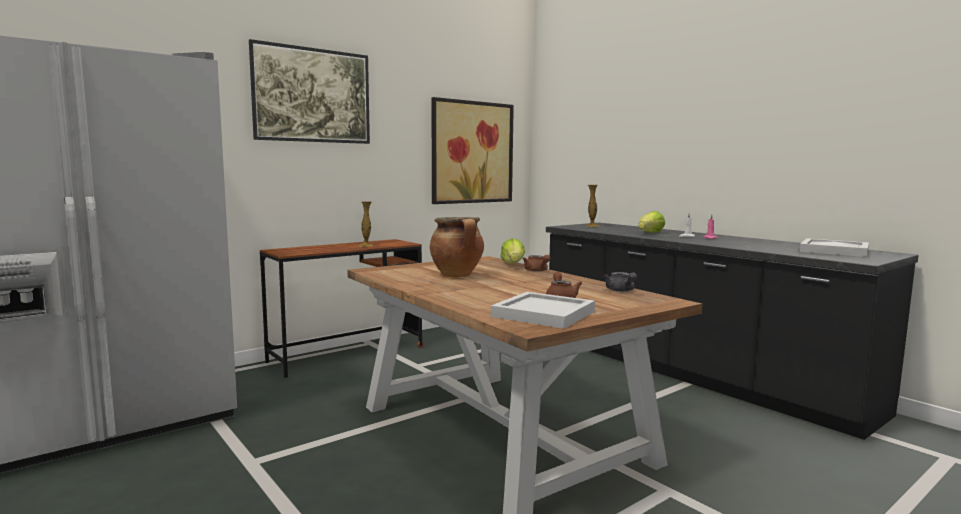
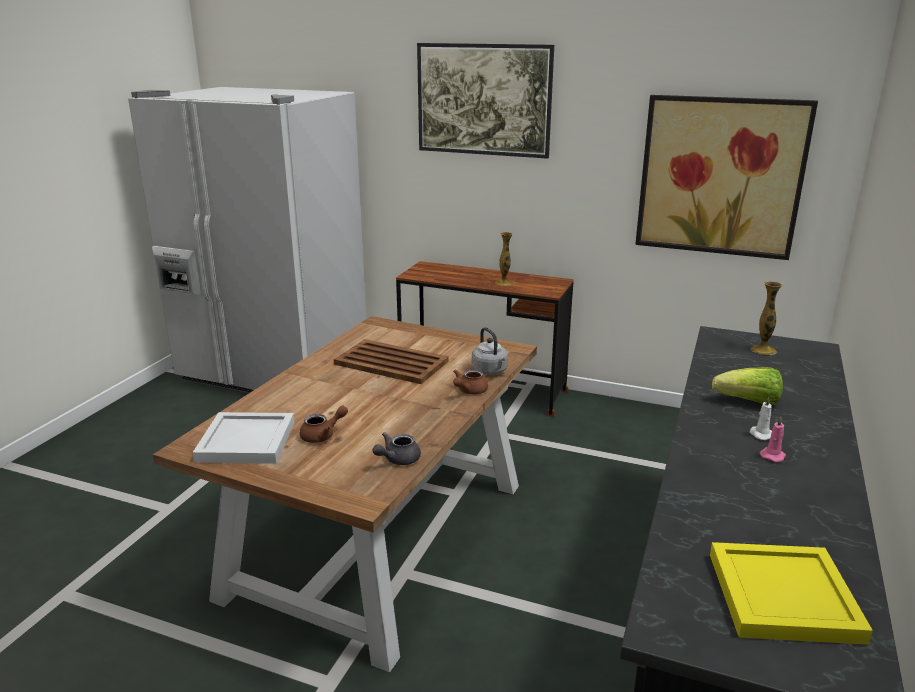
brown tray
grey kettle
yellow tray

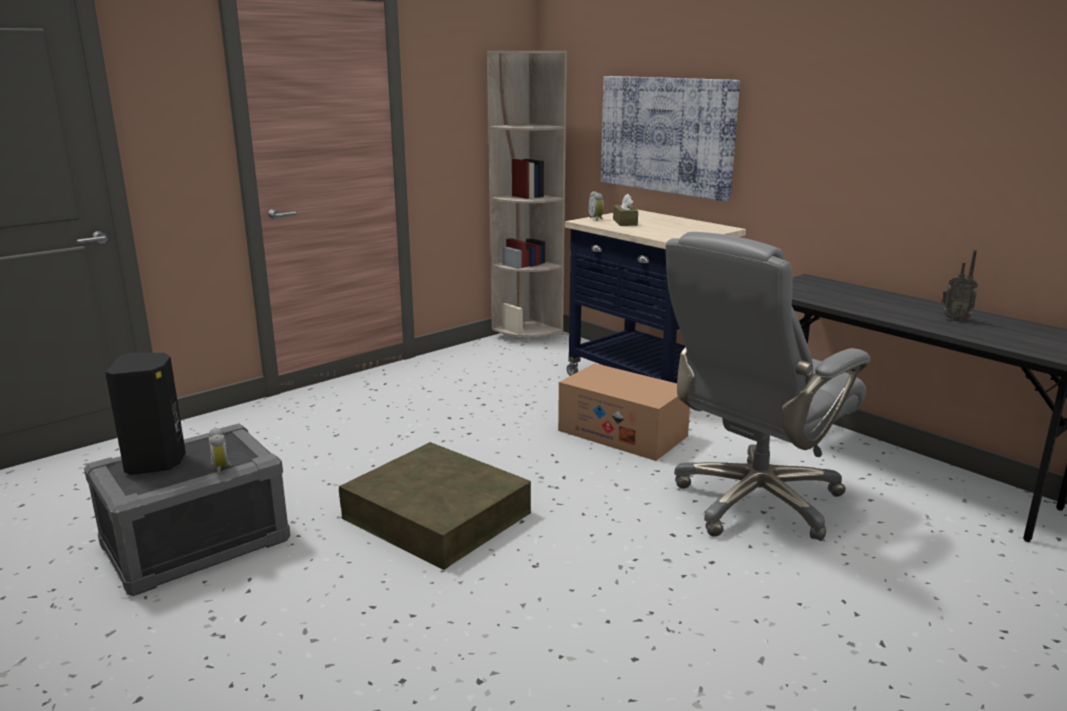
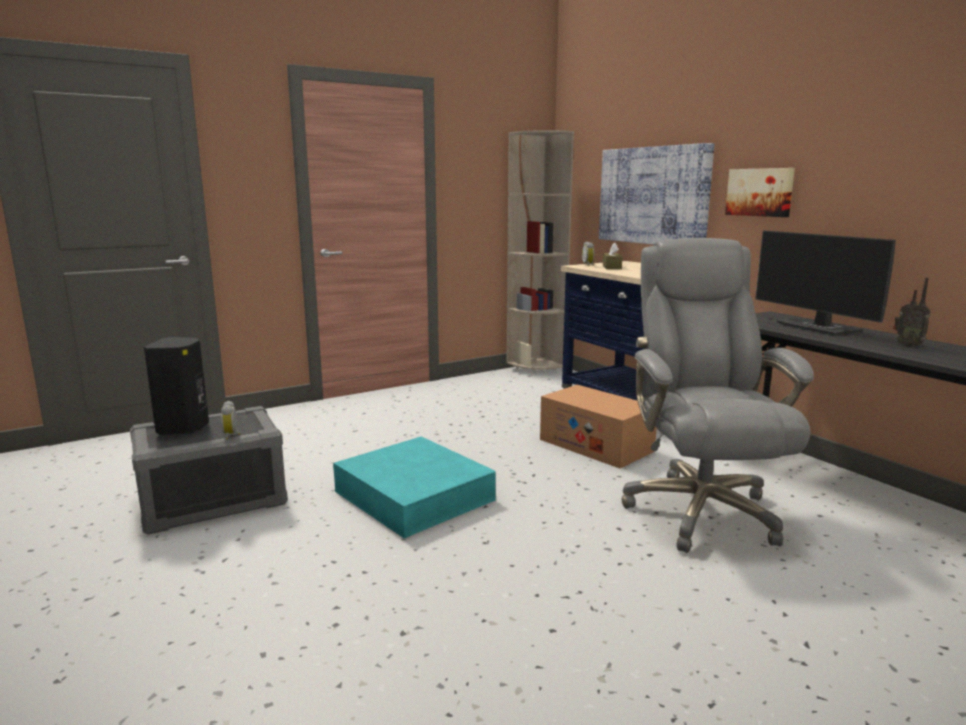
picture (no. 2 from left)
monitor
turquoise storage box
grey office chair

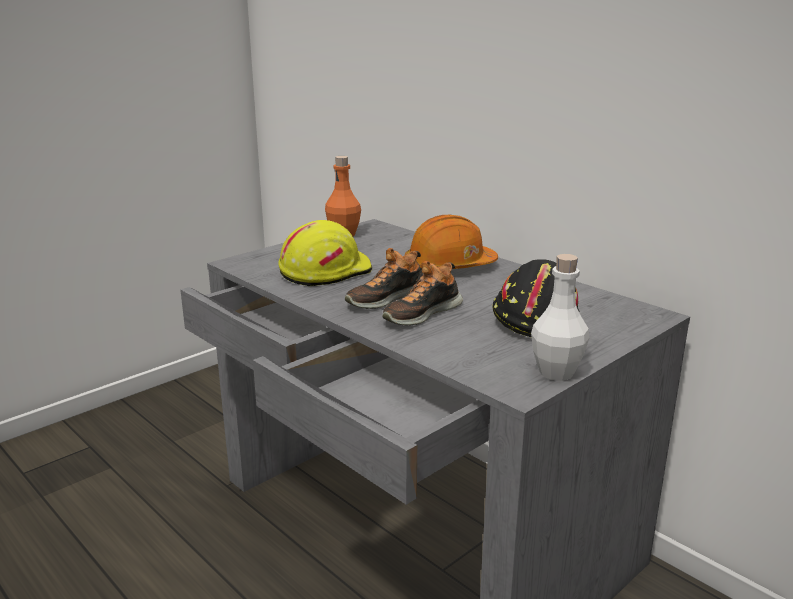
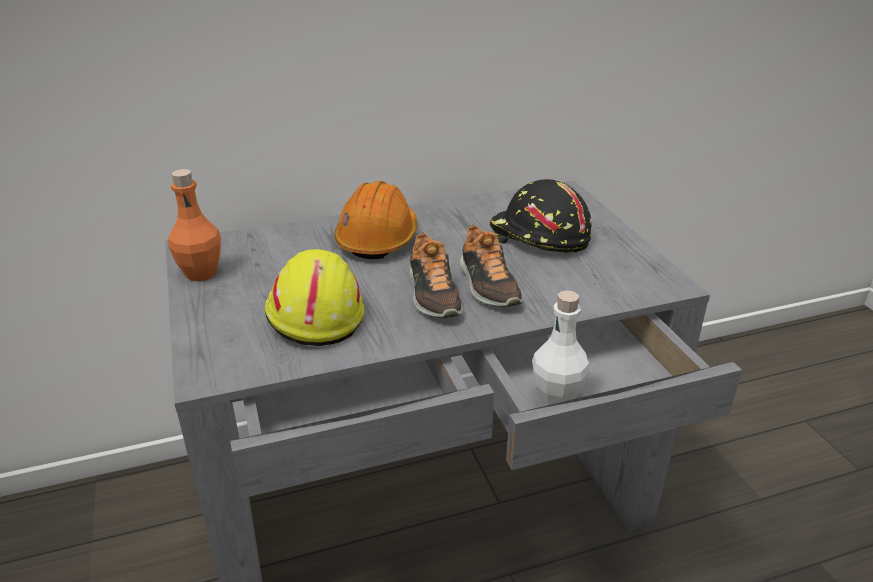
white bottle

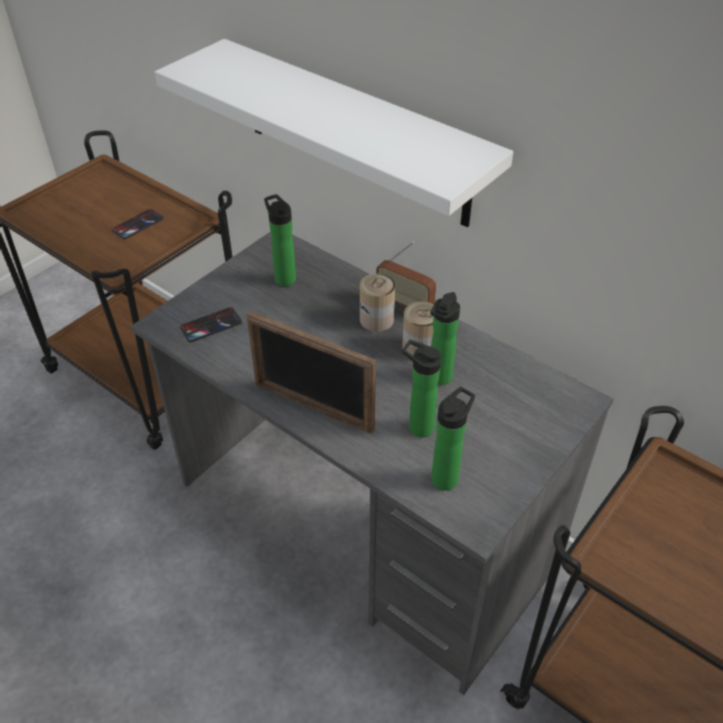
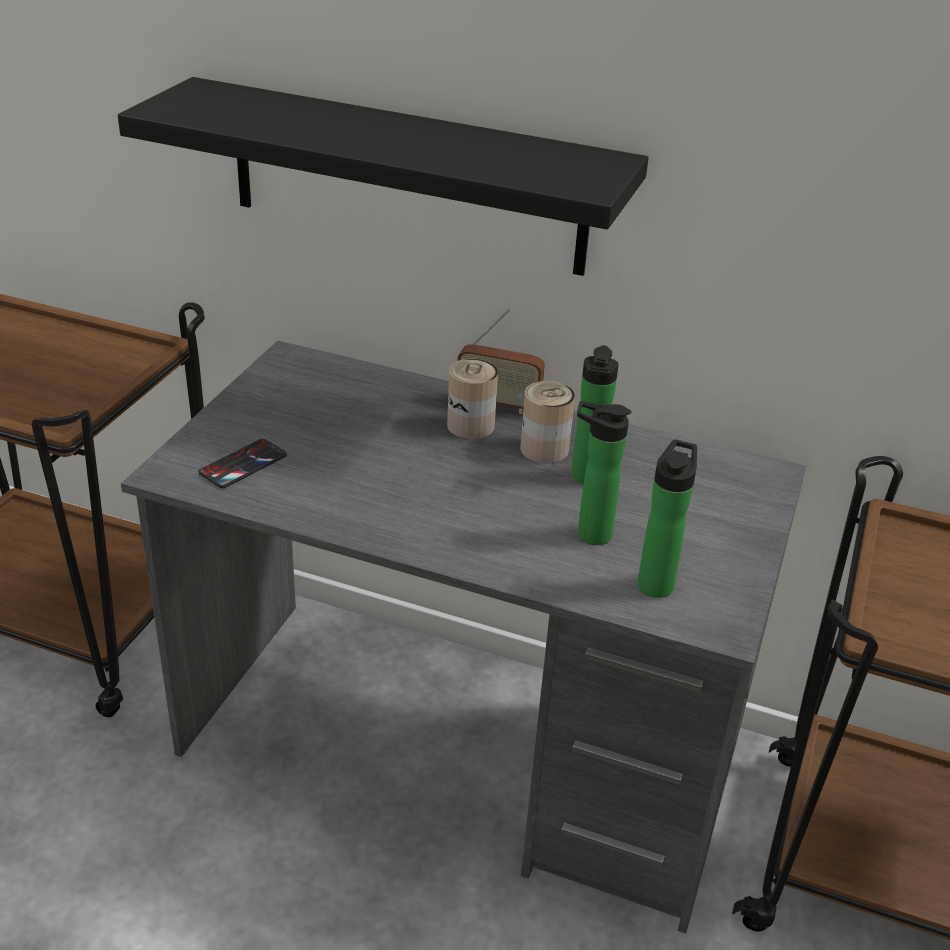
phone (no. 1 from left in the first image)
picture frame
bottle (no. 1 from left in the first image)
black shelf

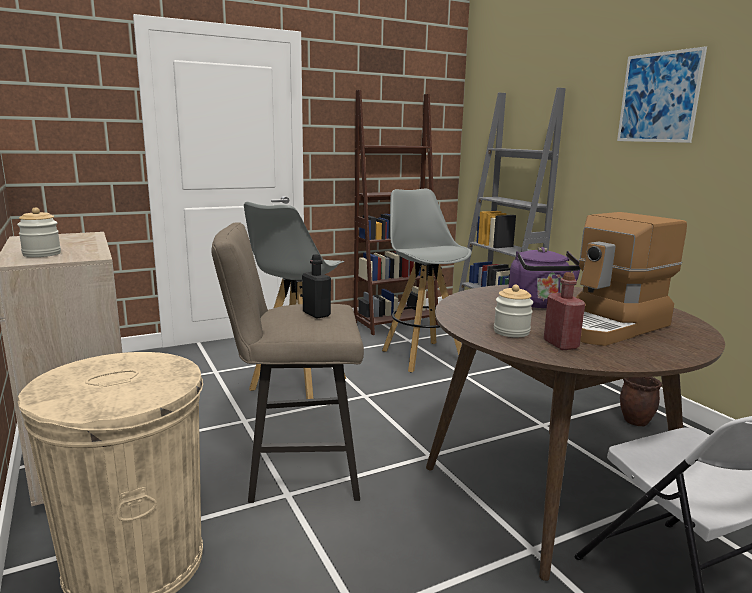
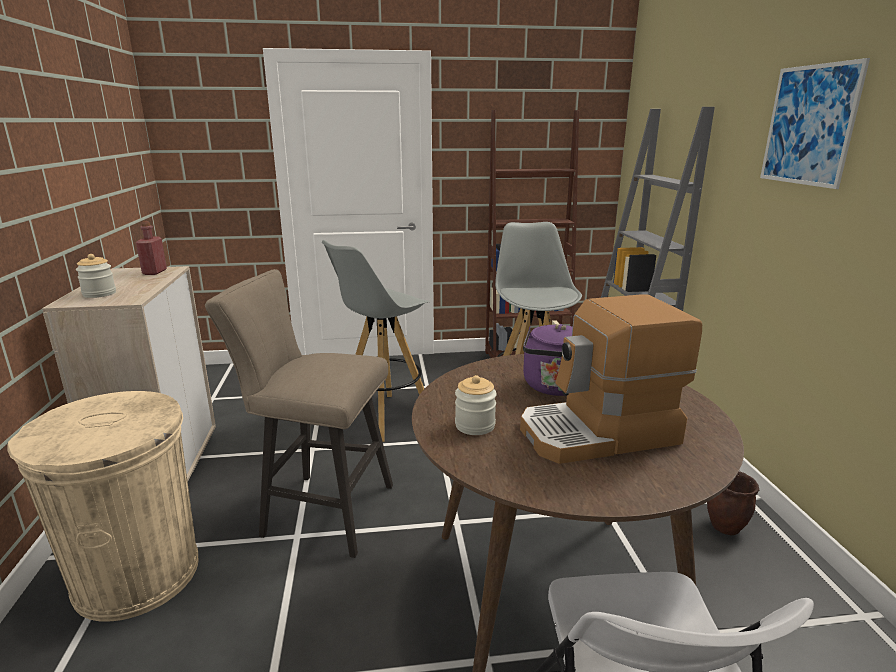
black bottle
red bottle

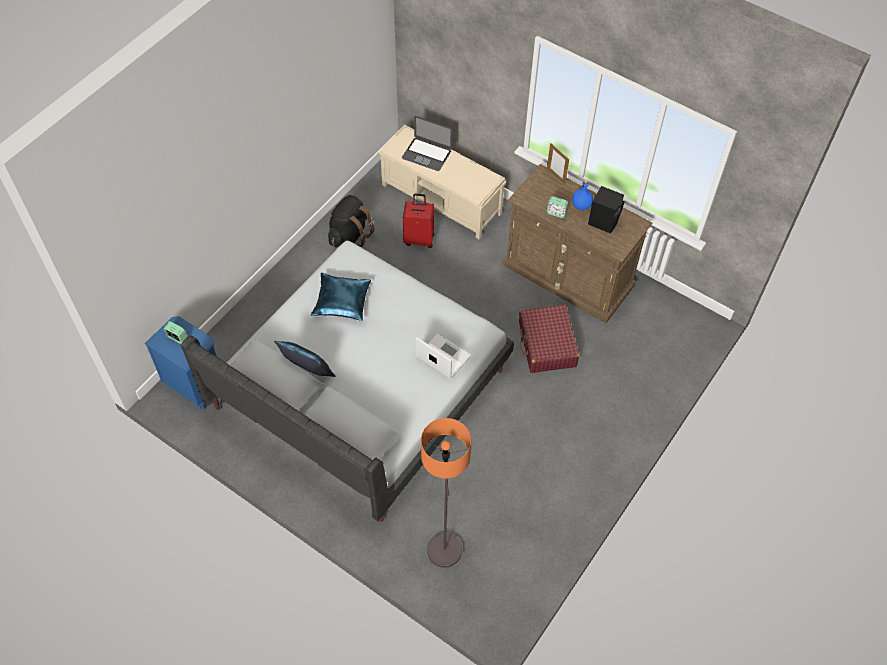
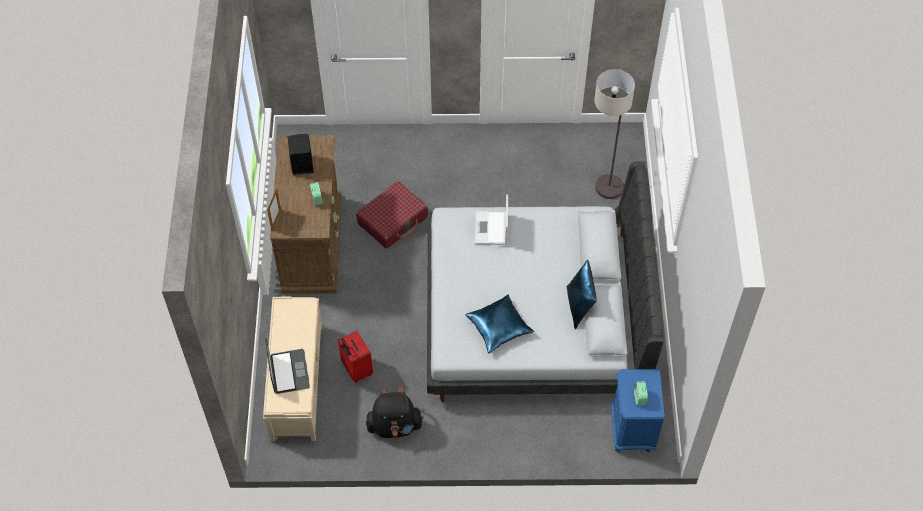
blue bottle
grey floor lamp

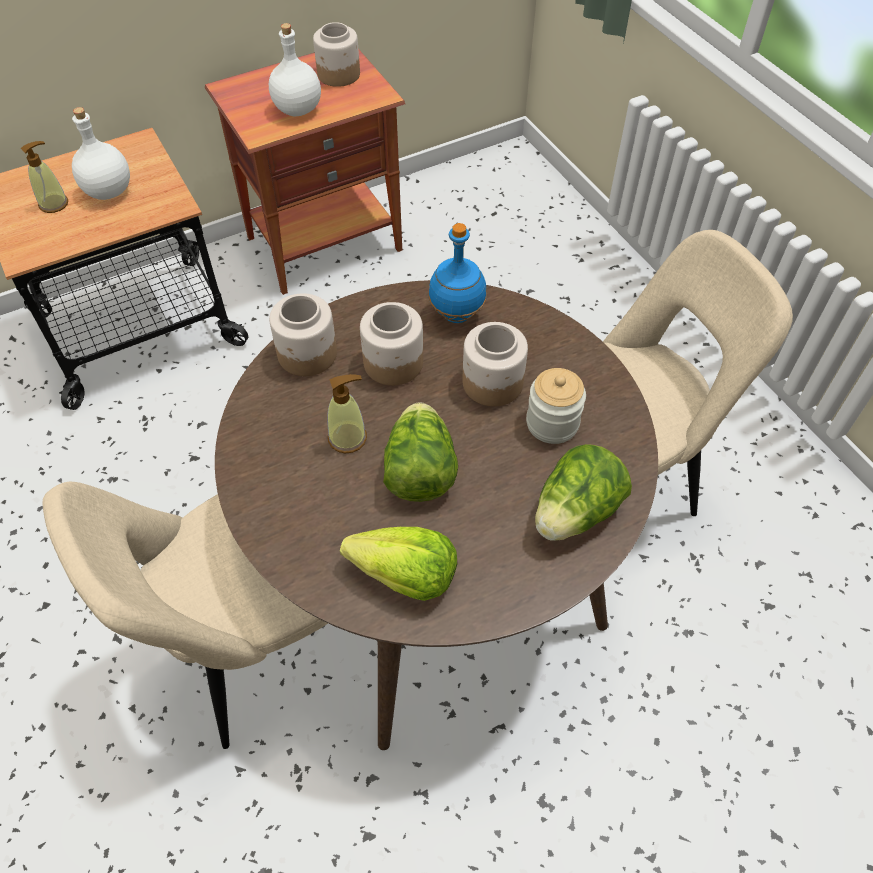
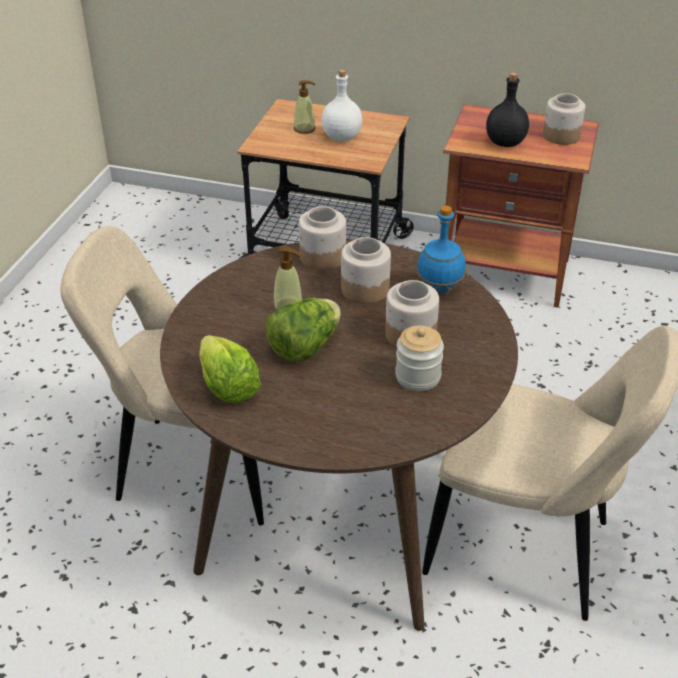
lettuce (no. 3 from left in the first image)
black bottle

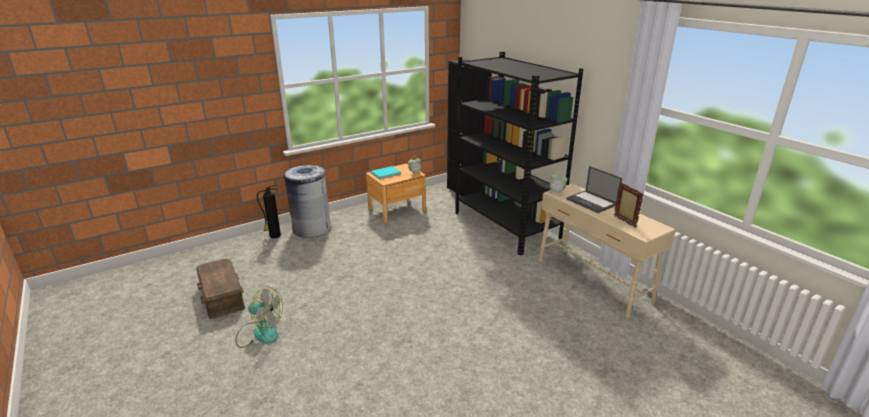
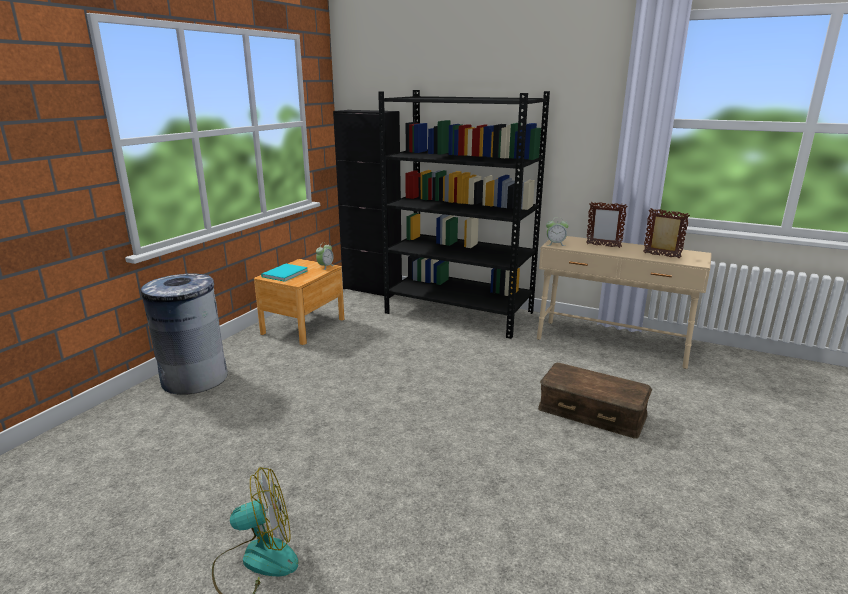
fire extinguisher
brown storage box
picture frame (no. 1 from left)

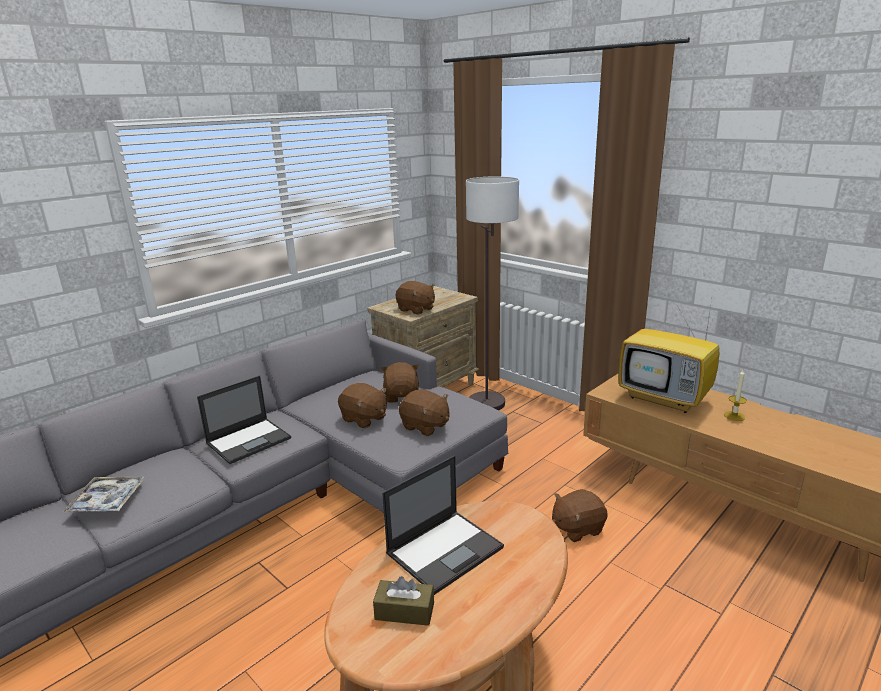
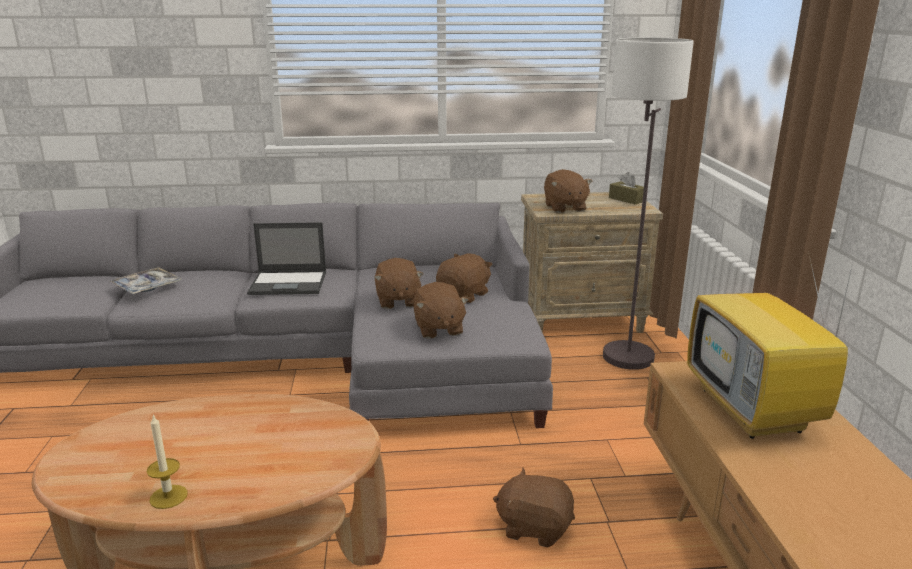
laptop (no. 2 from left in the first image)
brown tissue box
candle

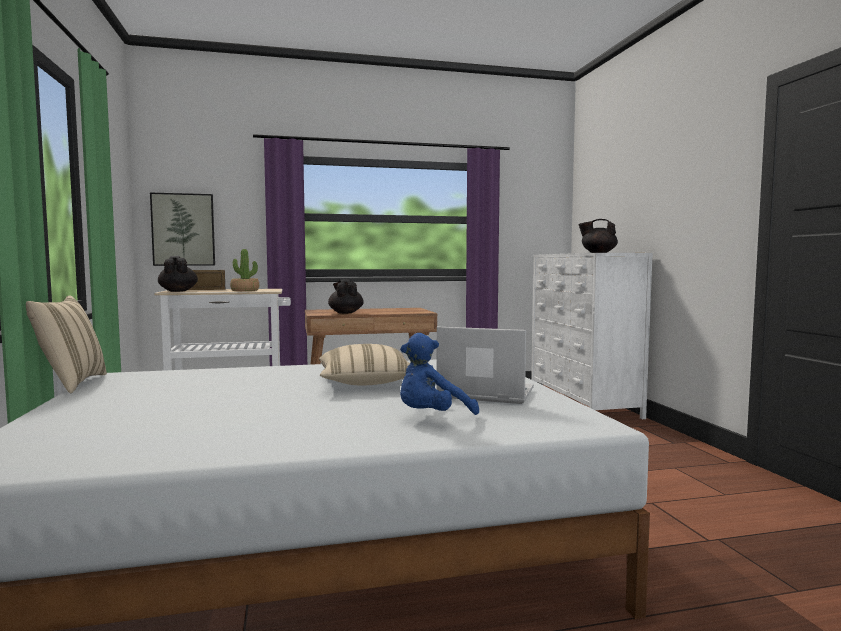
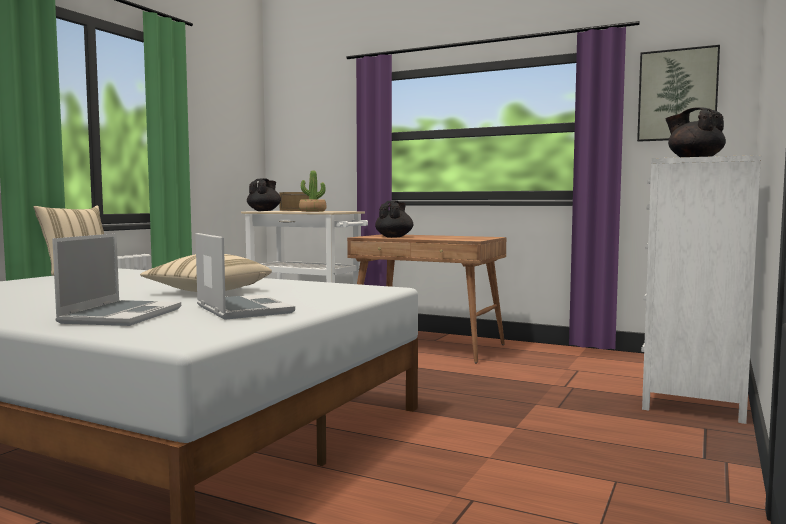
picture
laptop (no. 1 from left)

